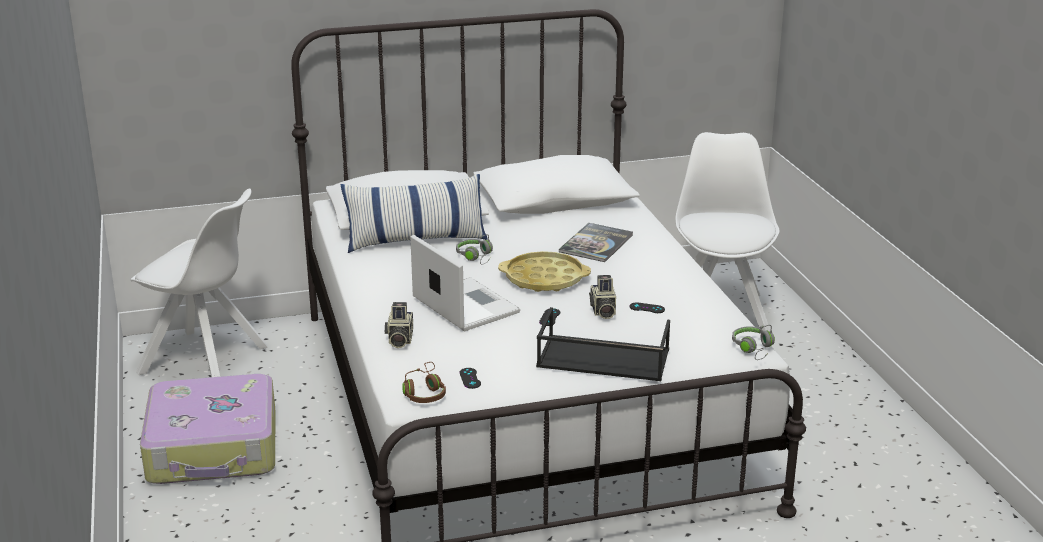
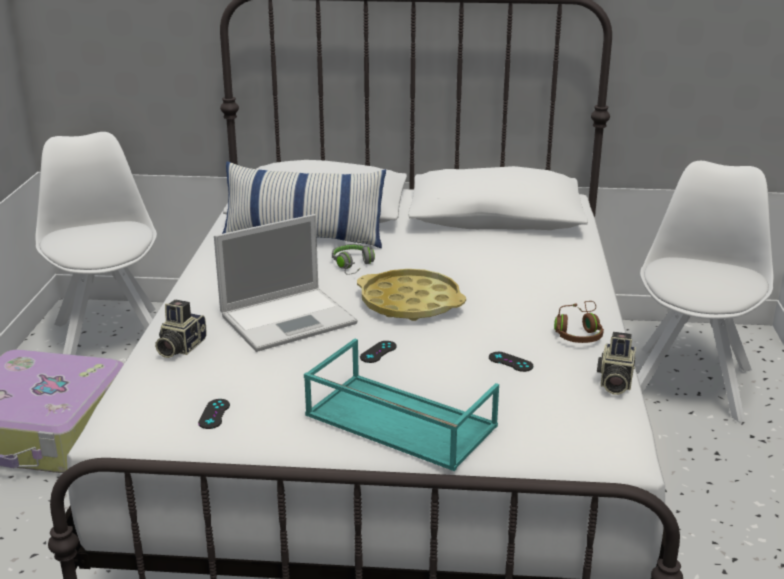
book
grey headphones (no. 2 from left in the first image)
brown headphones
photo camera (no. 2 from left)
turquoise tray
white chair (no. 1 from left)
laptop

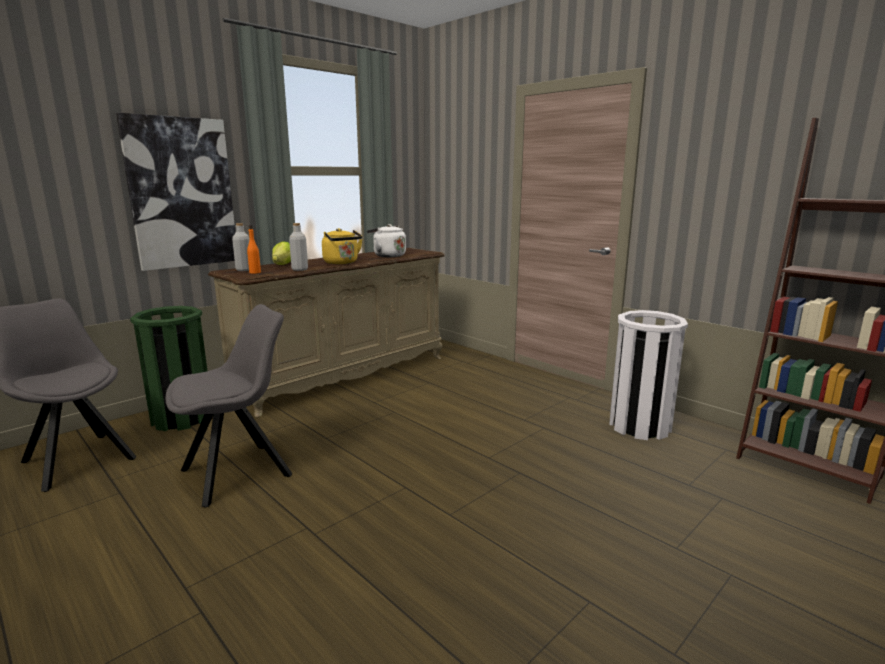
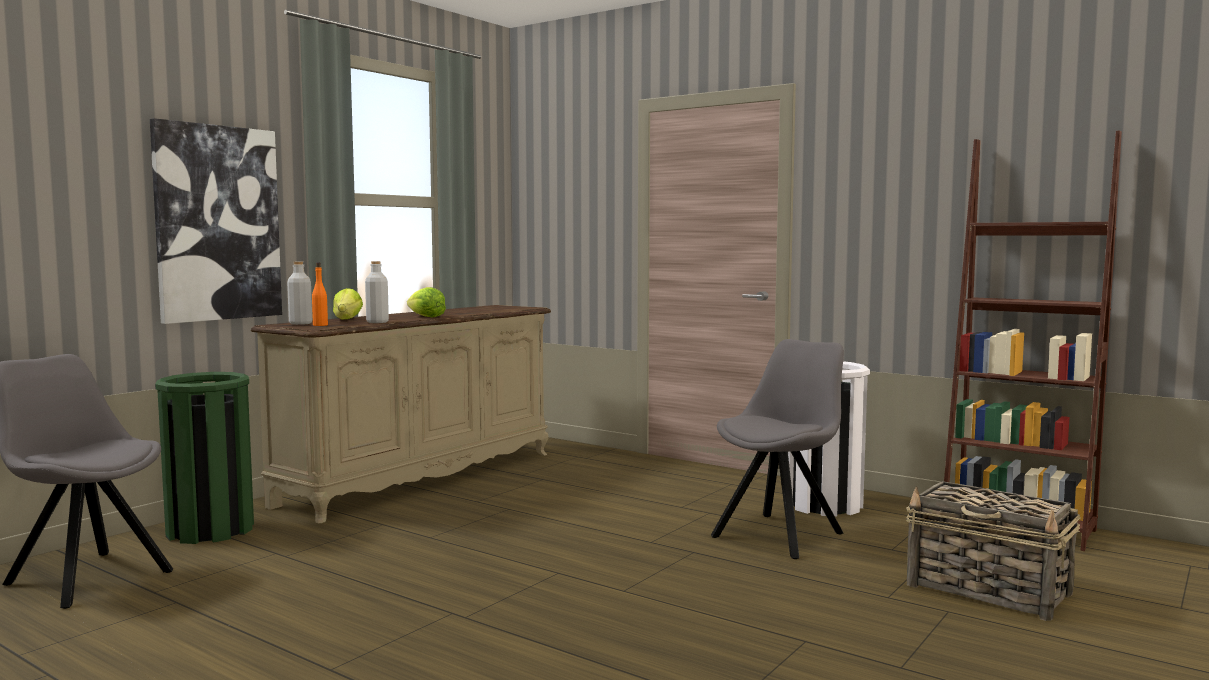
white kettle
basket
grey chair (no. 2 from left)
lettuce (no. 2 from left)

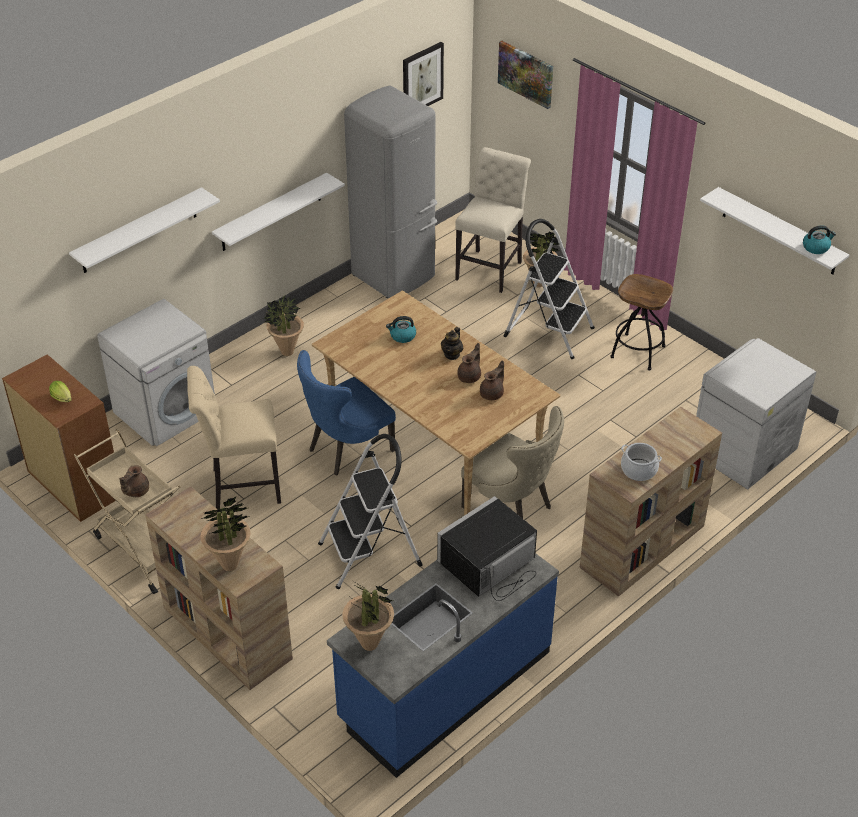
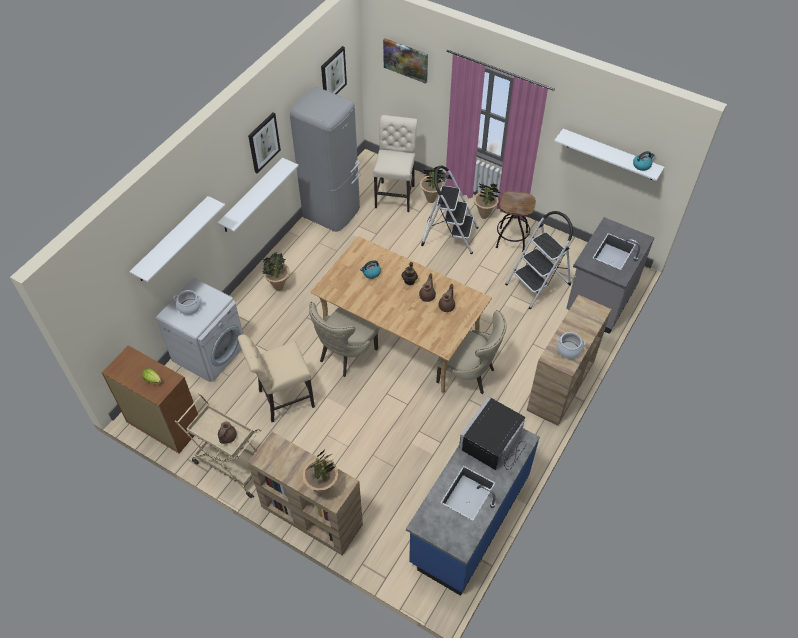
cooking pot (no. 1 from left)
picture (no. 1 from left)
step ladder (no. 2 from left)
potted plant (no. 4 from left)
grey counter
beige chair (no. 1 from left)

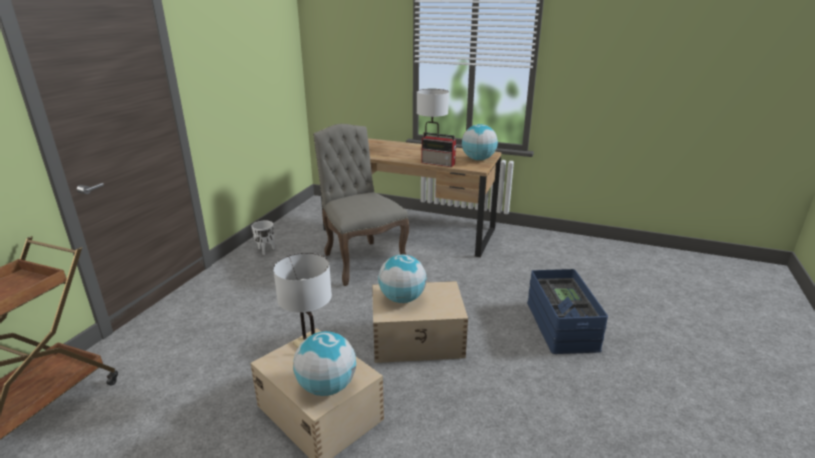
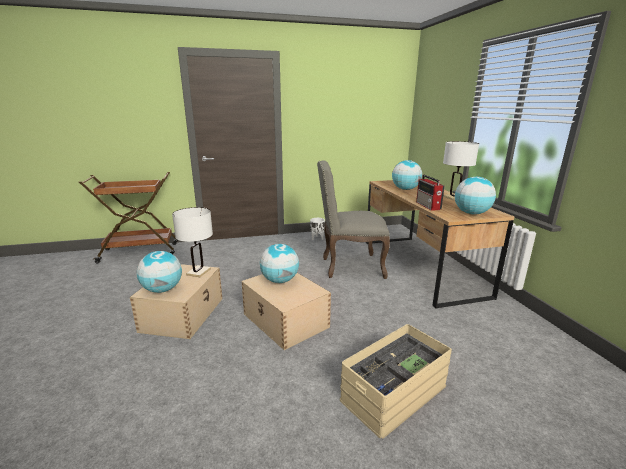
globe (no. 3 from left)
beige storage box (no. 3 from left)
grey chair

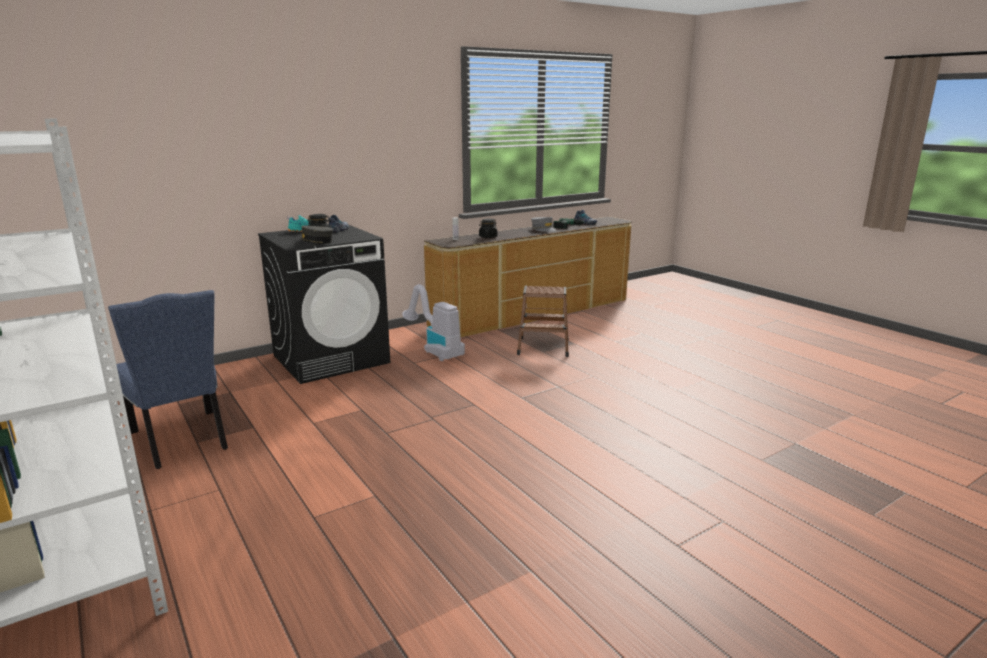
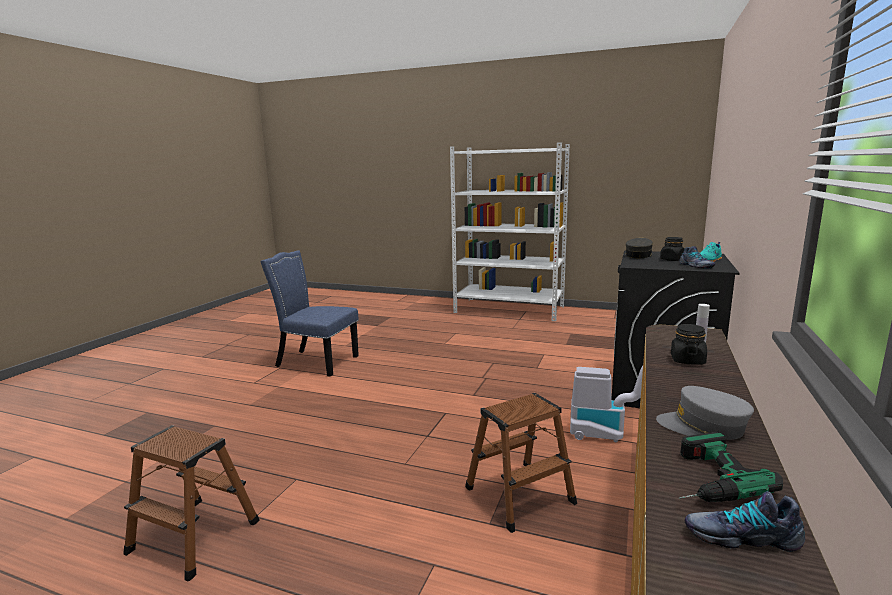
brown step ladder (no. 1 from left)
blue chair

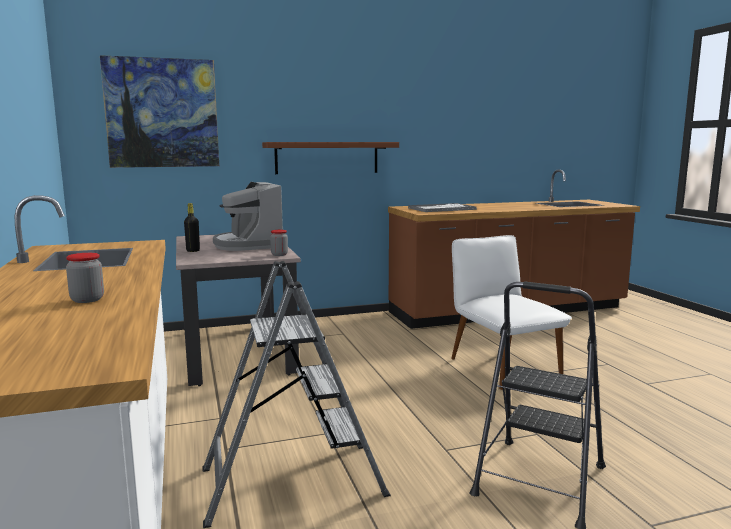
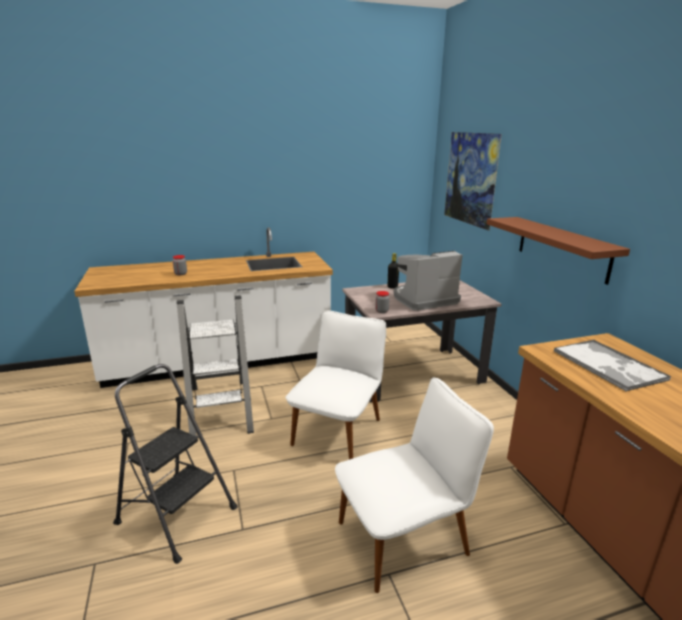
white chair (no. 1 from left)

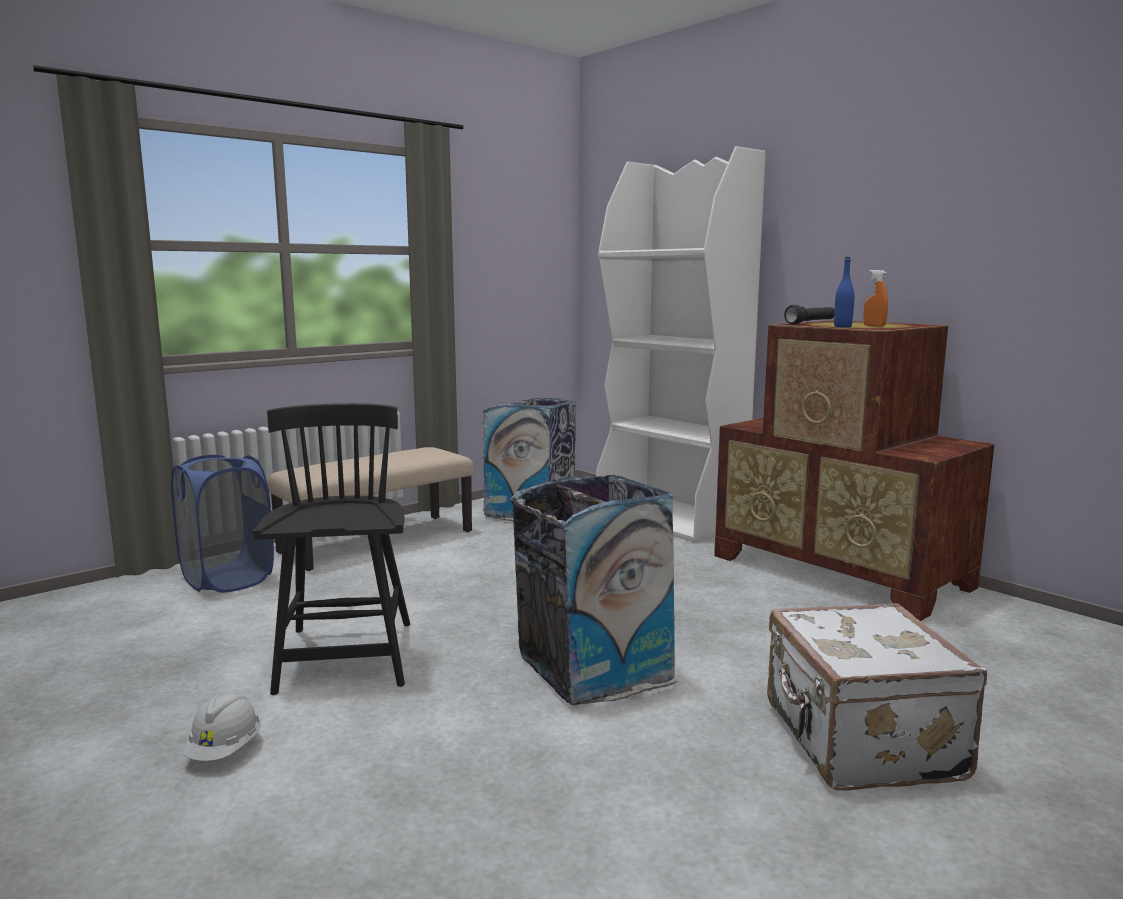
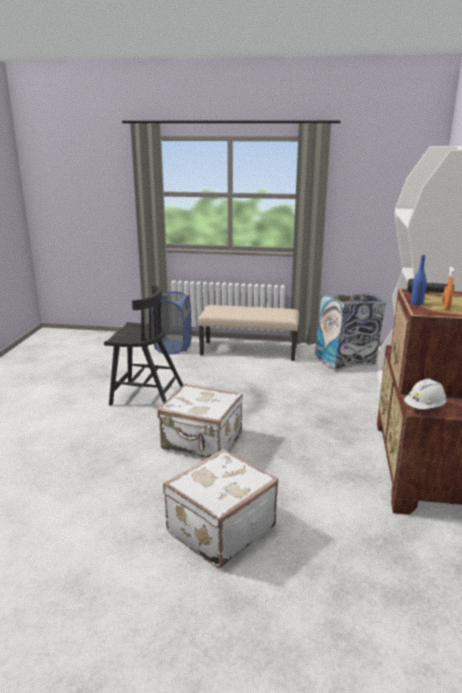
white hard hat
white suitcase (no. 1 from left)
black chair

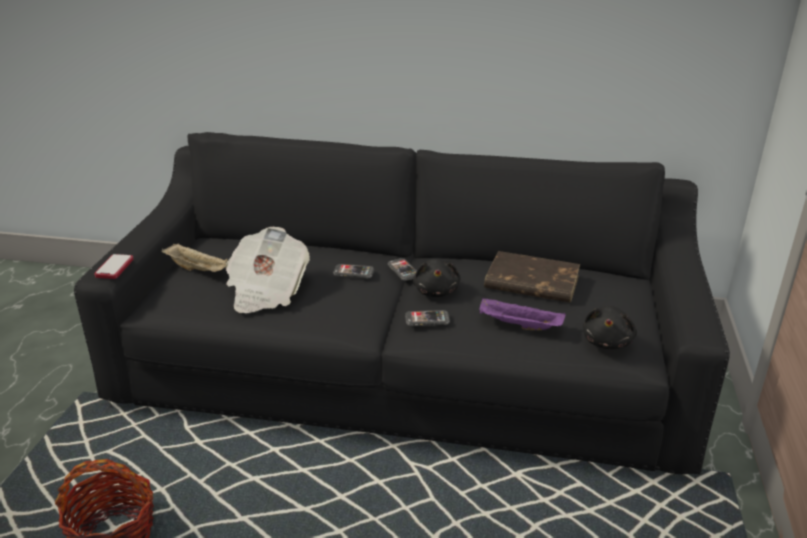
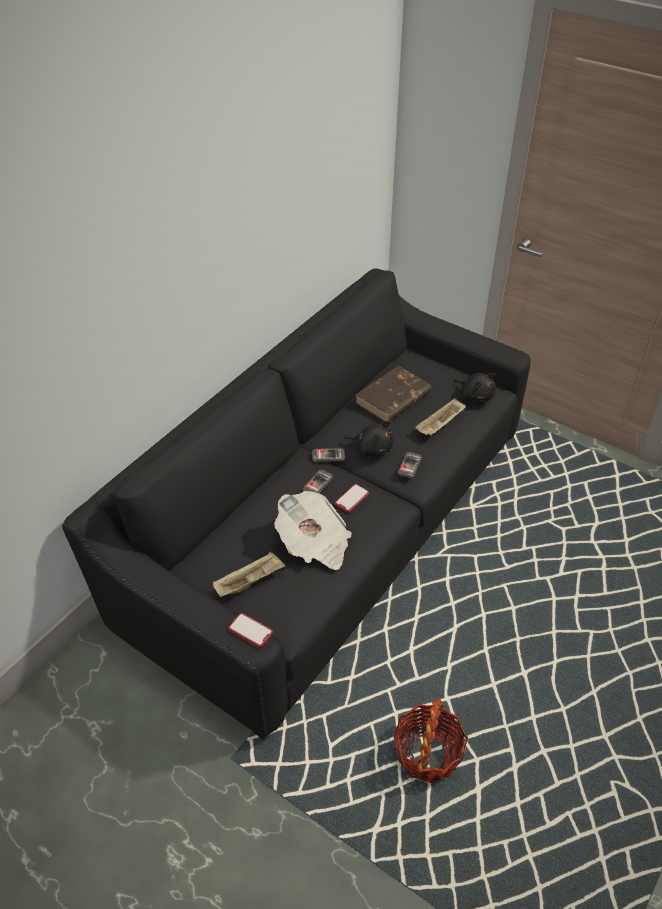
phone (no. 4 from left)
beige tray (no. 2 from left)

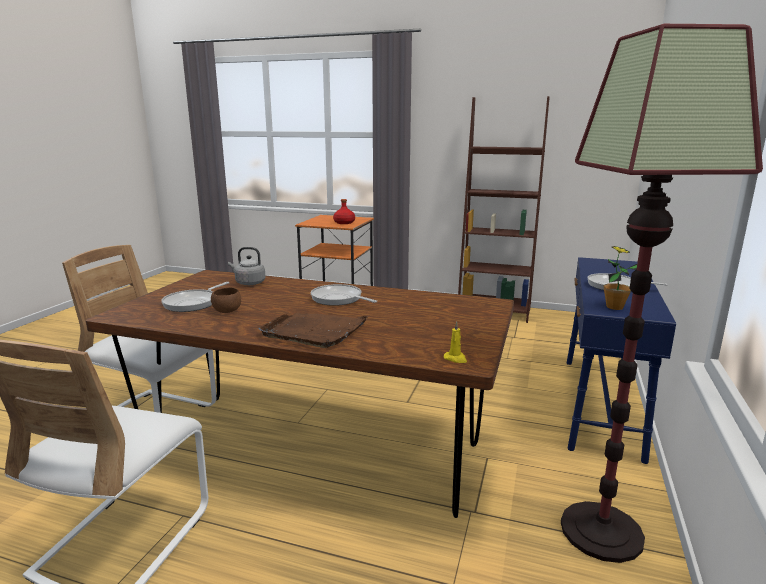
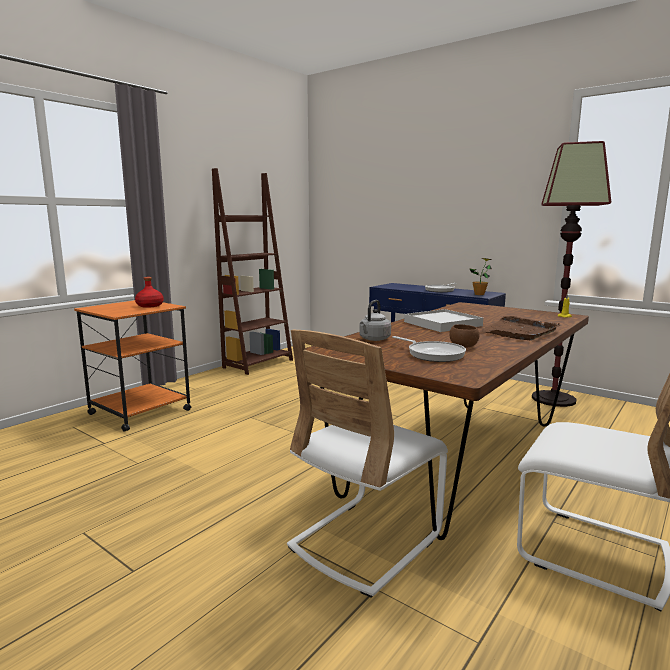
white tray

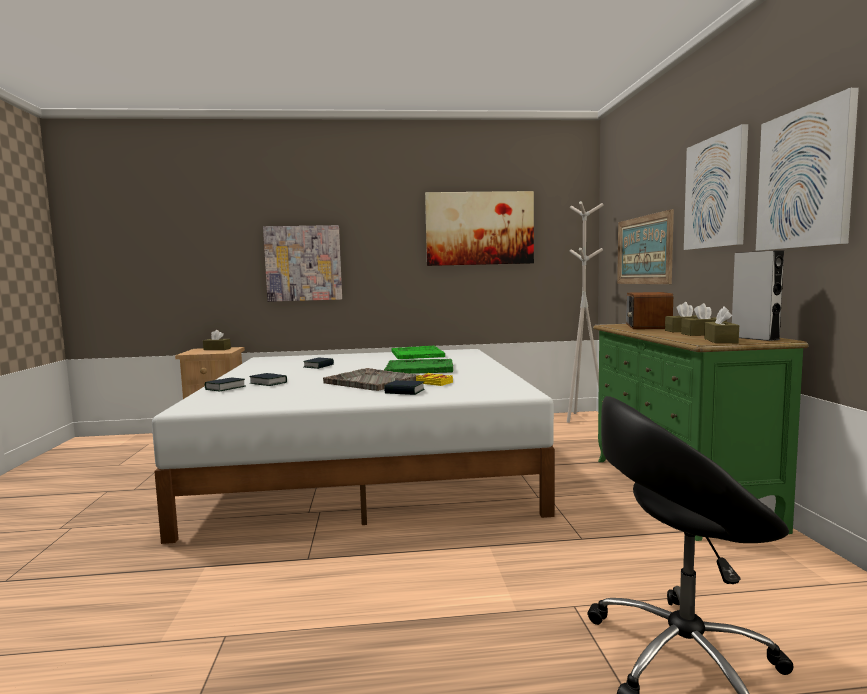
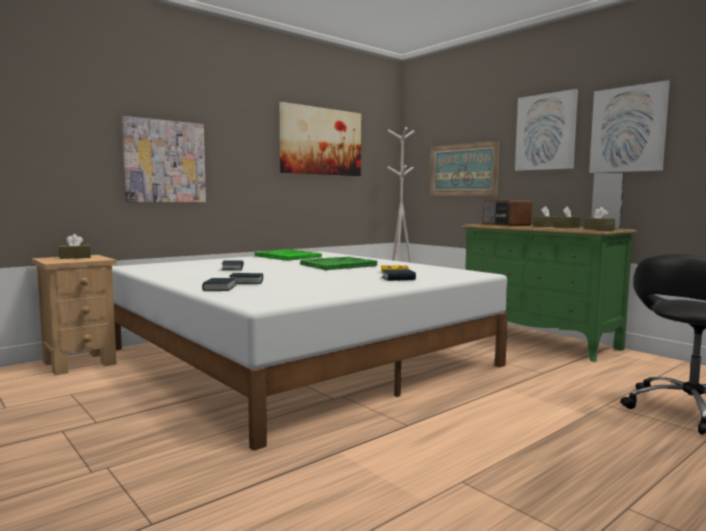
grey tray

